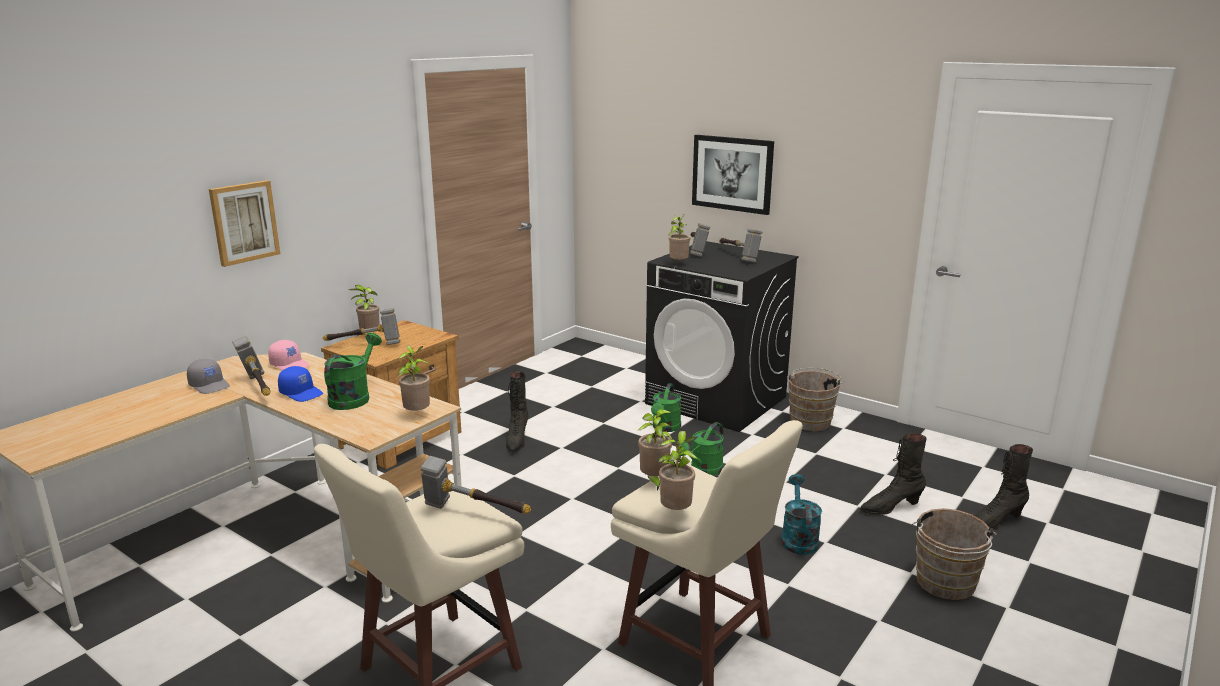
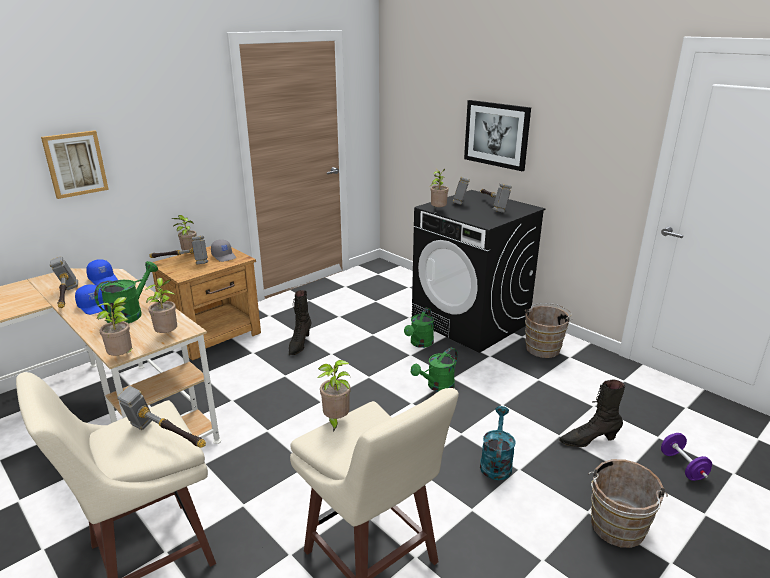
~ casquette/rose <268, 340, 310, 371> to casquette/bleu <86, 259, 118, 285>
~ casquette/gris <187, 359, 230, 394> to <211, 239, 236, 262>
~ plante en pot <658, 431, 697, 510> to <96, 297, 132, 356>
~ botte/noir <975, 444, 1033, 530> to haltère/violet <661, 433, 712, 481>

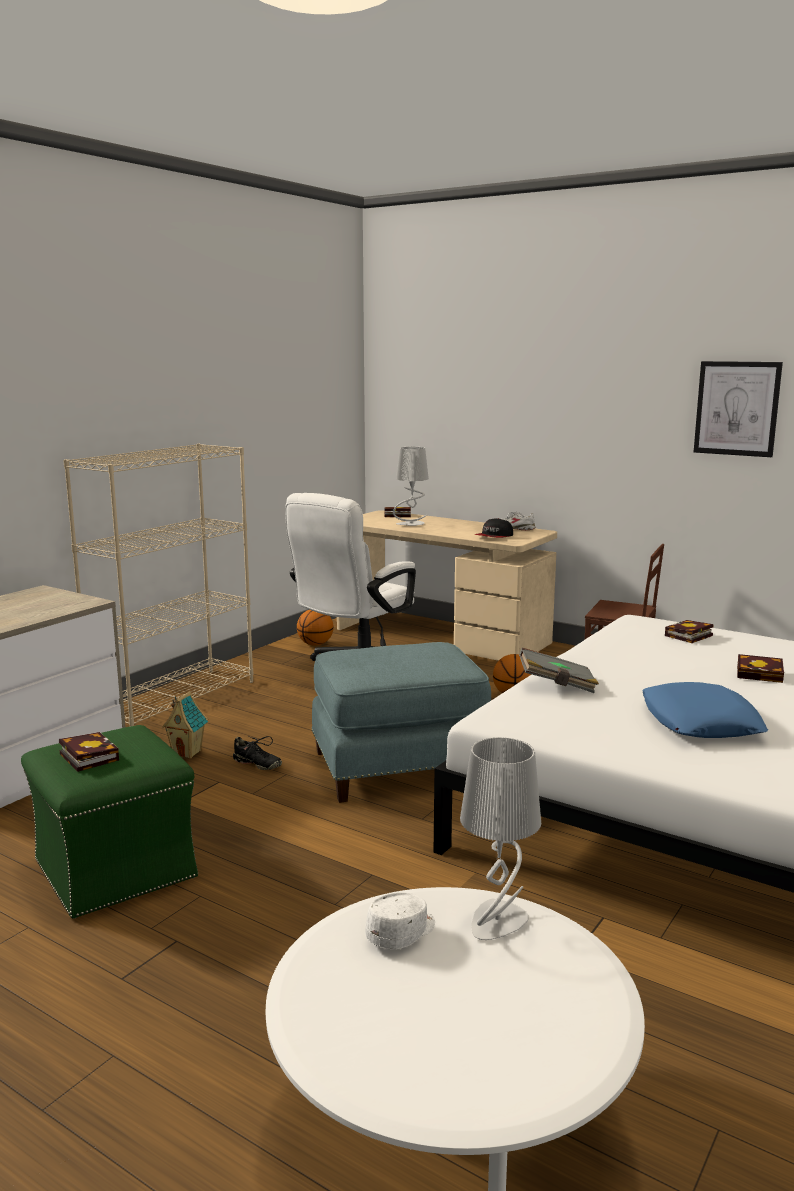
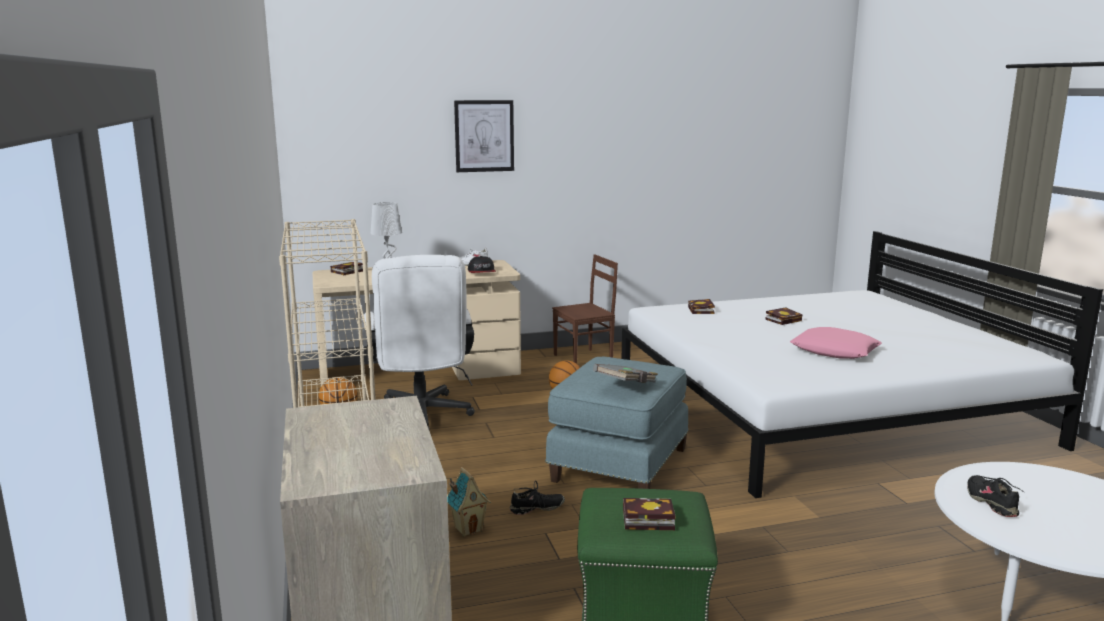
~ tableau <694, 361, 783, 457> to <454, 100, 514, 172>
~ livre/gris <519, 648, 599, 693> to <593, 364, 658, 383>
~ coussin/bleu <642, 682, 768, 738> to coussin/rose <790, 327, 882, 359>
- lampe de table/gris <460, 737, 541, 940>
~ casquette/blanc <365, 892, 435, 949> to chaussure/noir <967, 475, 1025, 517>

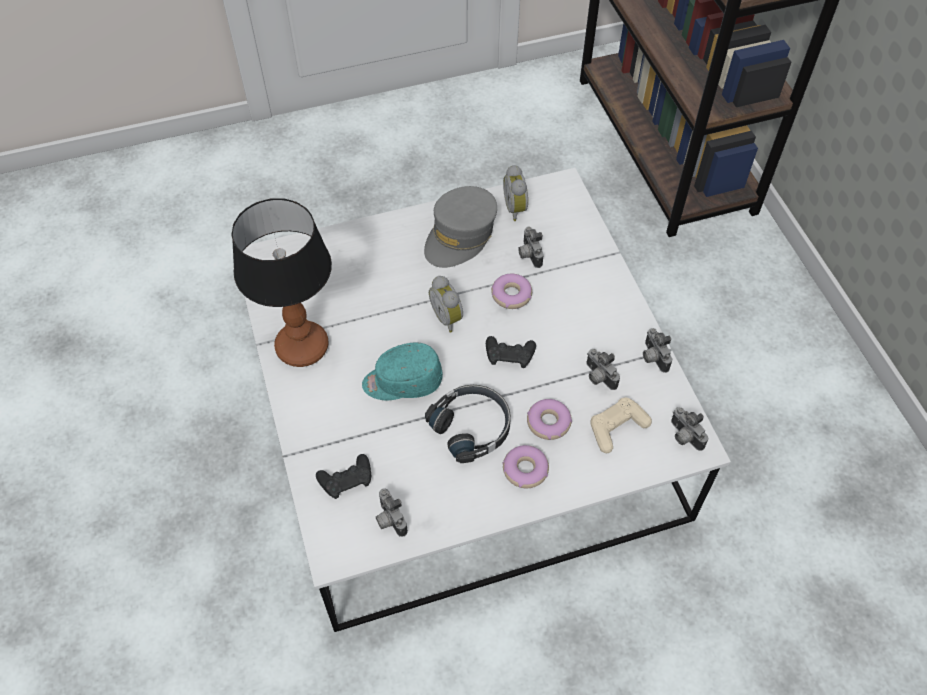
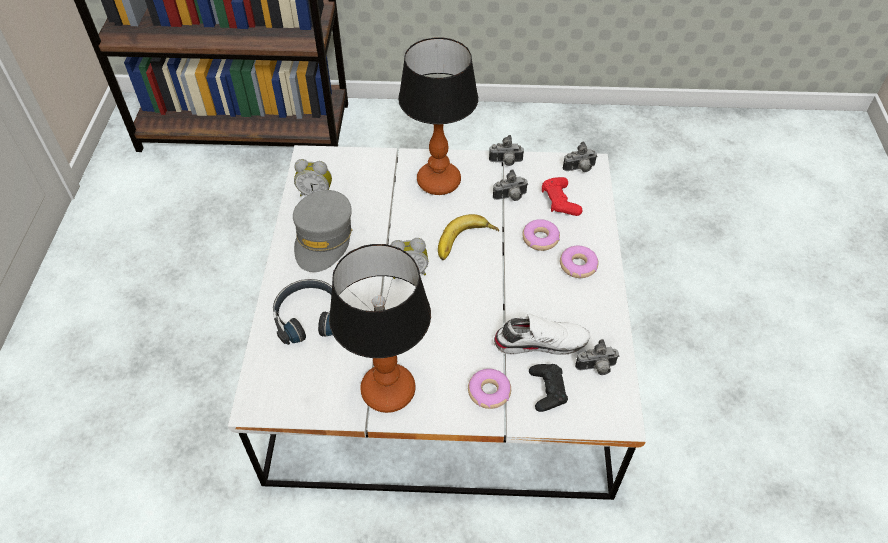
~ casquette/gris <424, 186, 497, 268> = <293, 190, 352, 272> 45 degrees clockwise
- appareil photo <518, 226, 544, 268>
~ beignet <491, 274, 532, 309> to <468, 369, 511, 409>
~ manette/noir <486, 336, 536, 368> to banane <438, 214, 499, 260>
- casquette/turquoise <362, 342, 443, 400>
~ casque audio/noir <425, 385, 511, 463> to <273, 279, 333, 345>
~ manette/beige <590, 397, 652, 453> to manette/rouge <542, 177, 582, 216>
+ lampe de table <398, 37, 478, 195>
+ chaussure/blanc <493, 314, 590, 355>

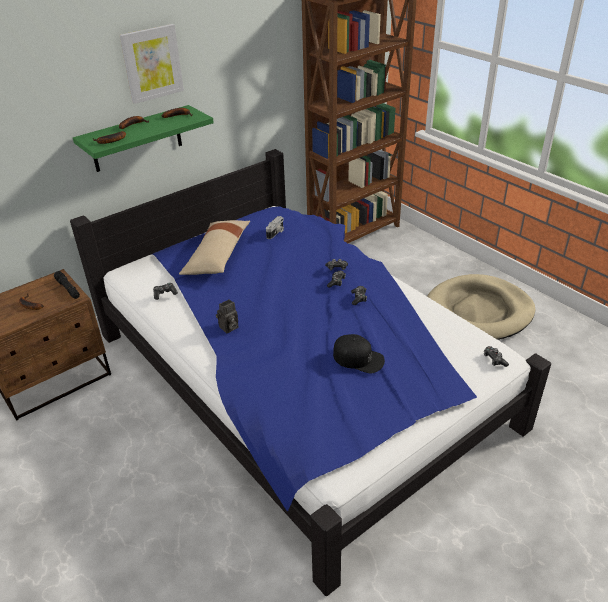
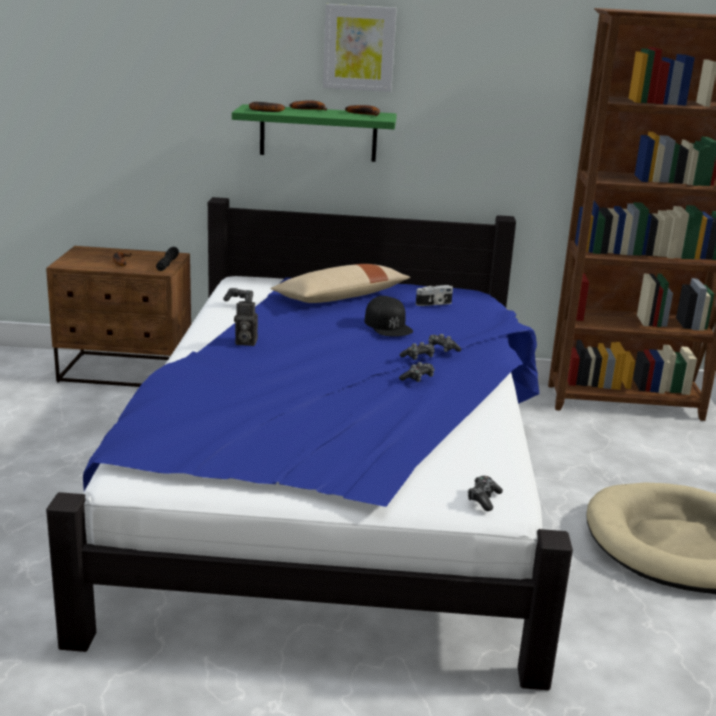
~ casquette/noir <333, 334, 385, 373> to <365, 296, 413, 337>

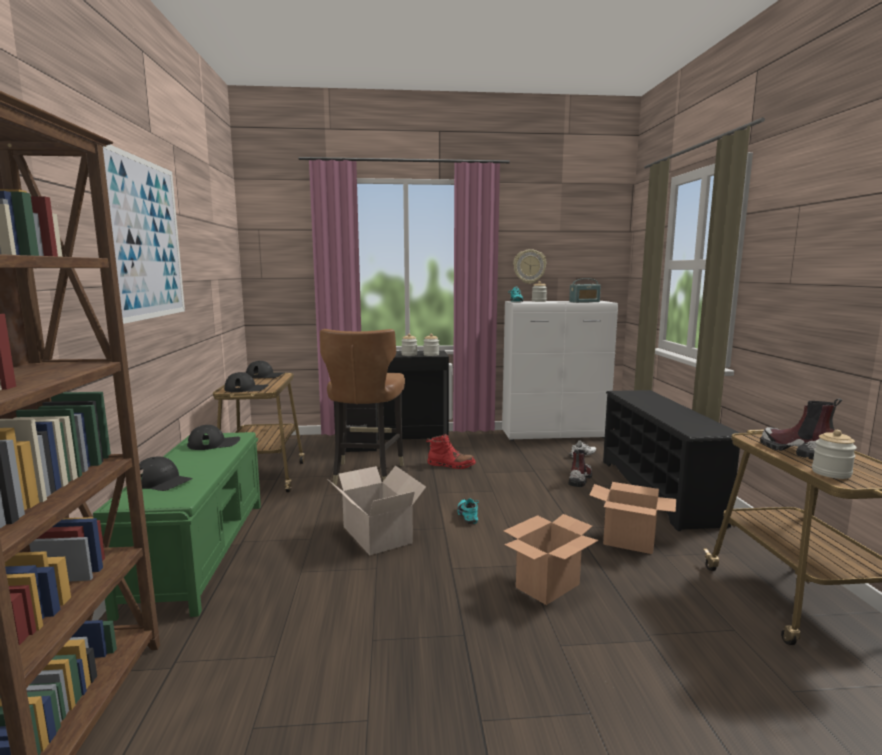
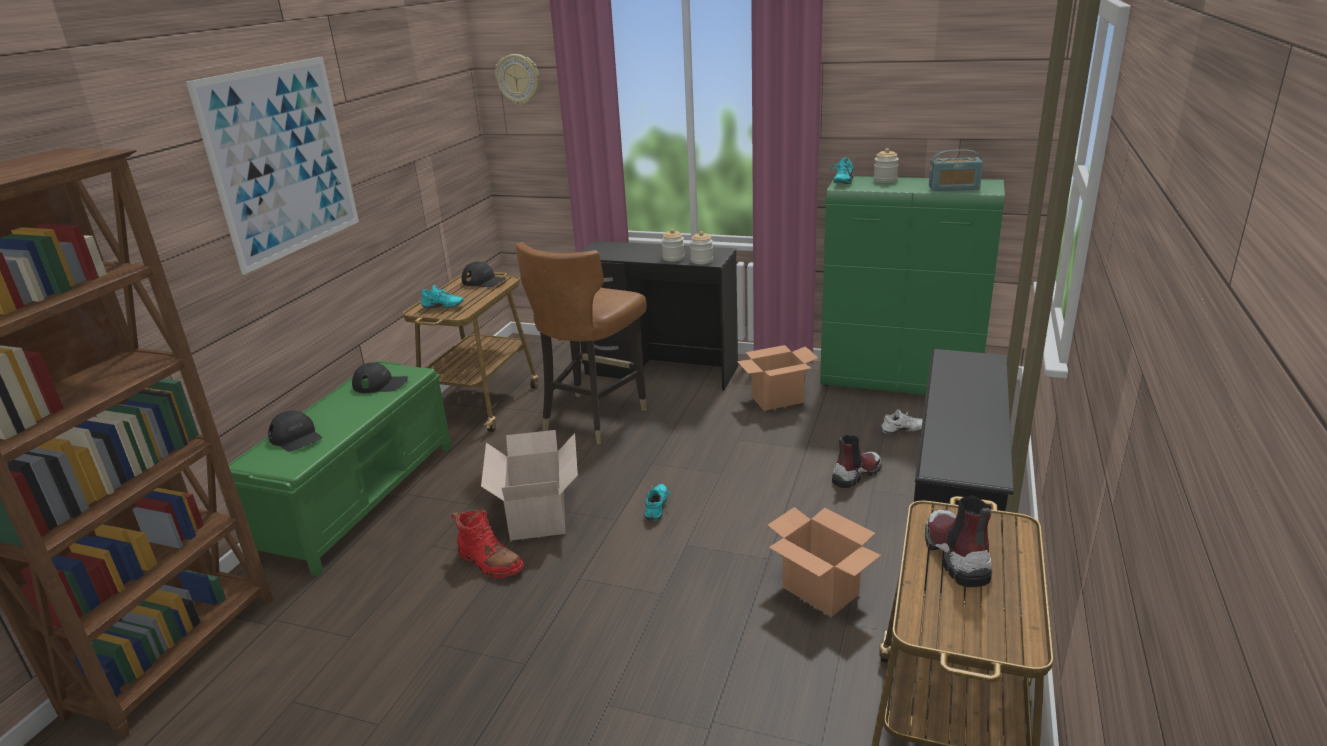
~ horloge murale <513, 249, 547, 284> to <495, 54, 539, 105>
~ meuble de rangement/blanc <502, 301, 618, 441> to meuble de rangement/vert <820, 176, 1005, 395>
~ casquette/noir <224, 372, 268, 392> to chaussure/turquoise <421, 285, 464, 309>
- bocal <812, 430, 857, 479>
~ botte/rouge <426, 433, 476, 469> to <451, 509, 524, 578>
~ carton <504, 514, 599, 605> to <737, 345, 818, 411>

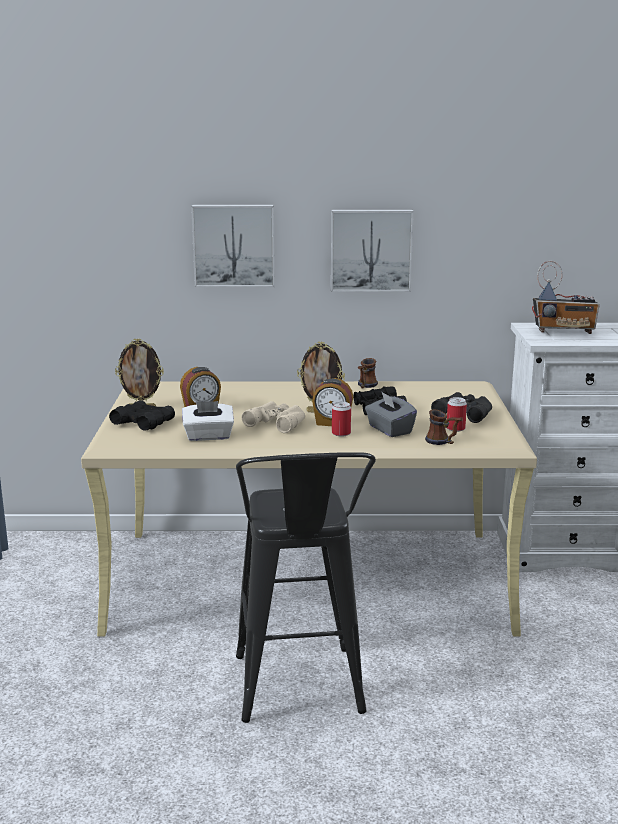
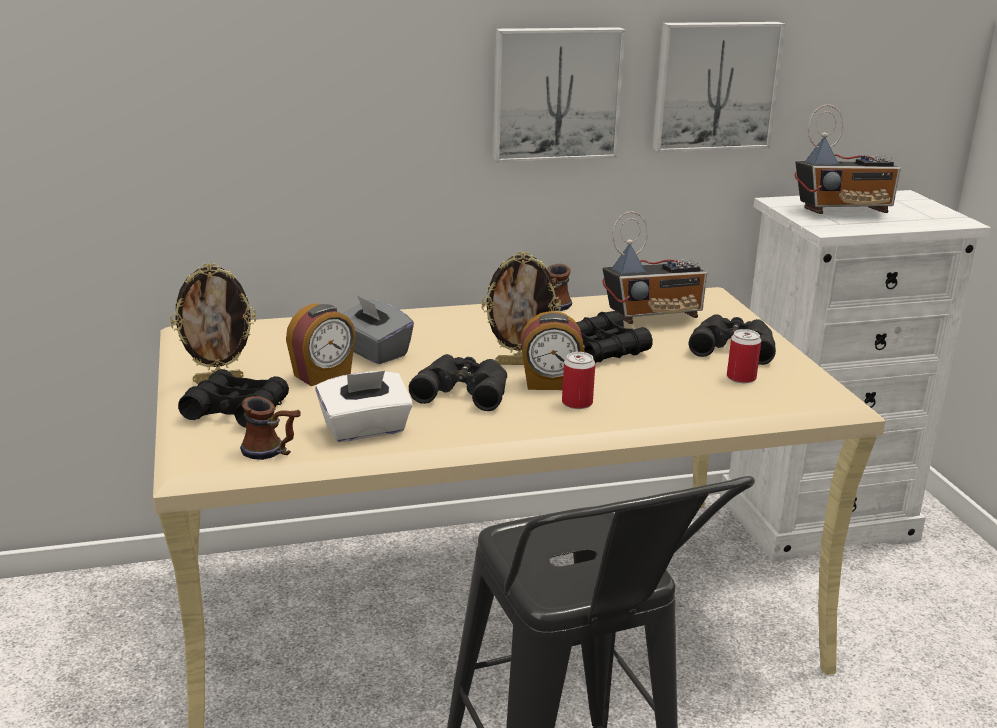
~ tableau <191, 205, 275, 287> to <652, 22, 785, 152>
~ boîte à mouchoirs/gris <365, 391, 417, 437> to <342, 295, 414, 364>
~ jumelles/beige <242, 401, 305, 433> to jumelles/noir <409, 354, 507, 411>
~ mug <425, 409, 462, 445> to <240, 397, 301, 460>
+ radio <602, 211, 707, 324>

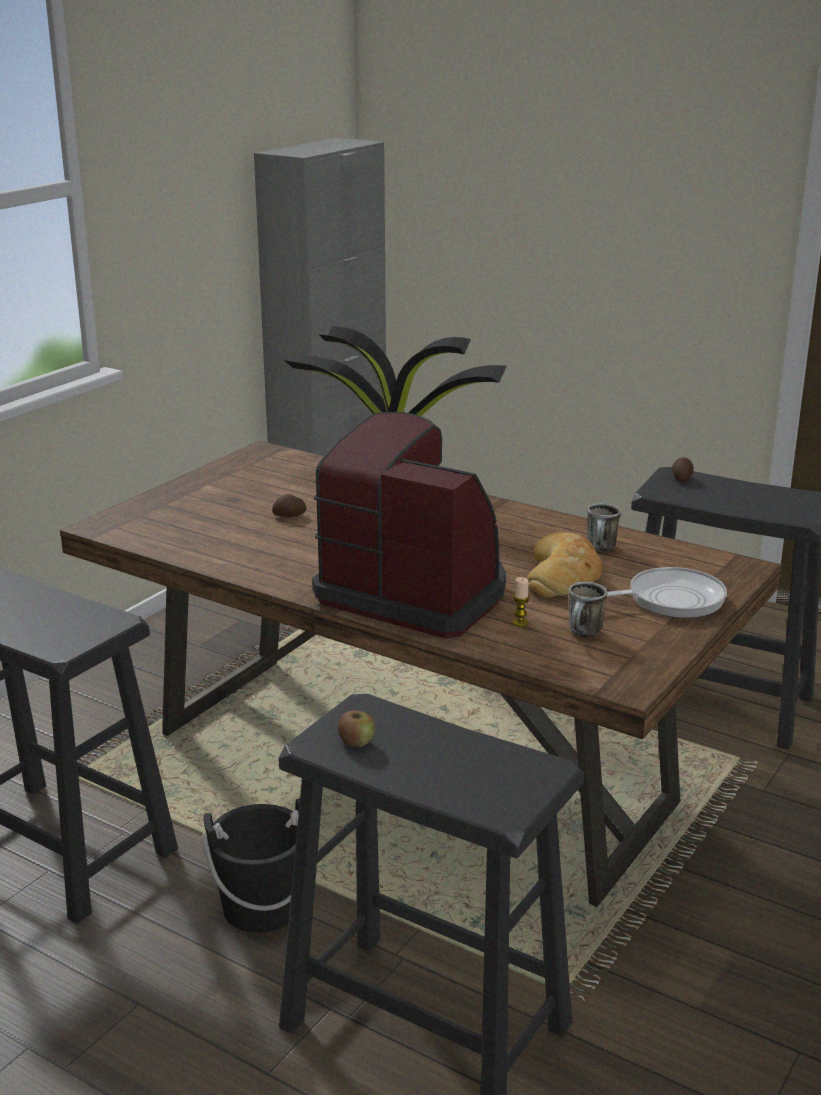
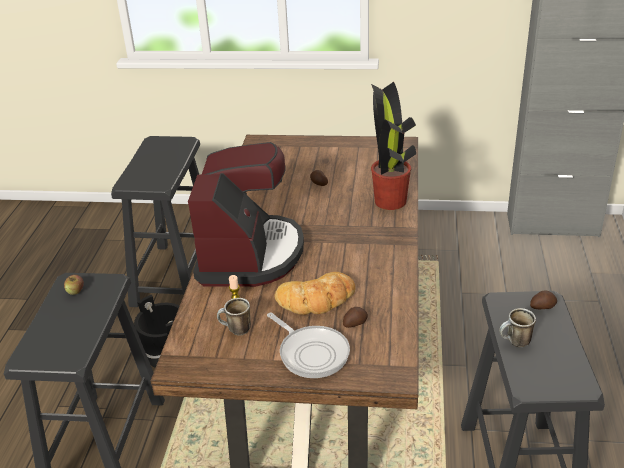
~ mug <587, 503, 621, 551> to <499, 308, 536, 347>
+ pomme de terre <343, 307, 368, 328>

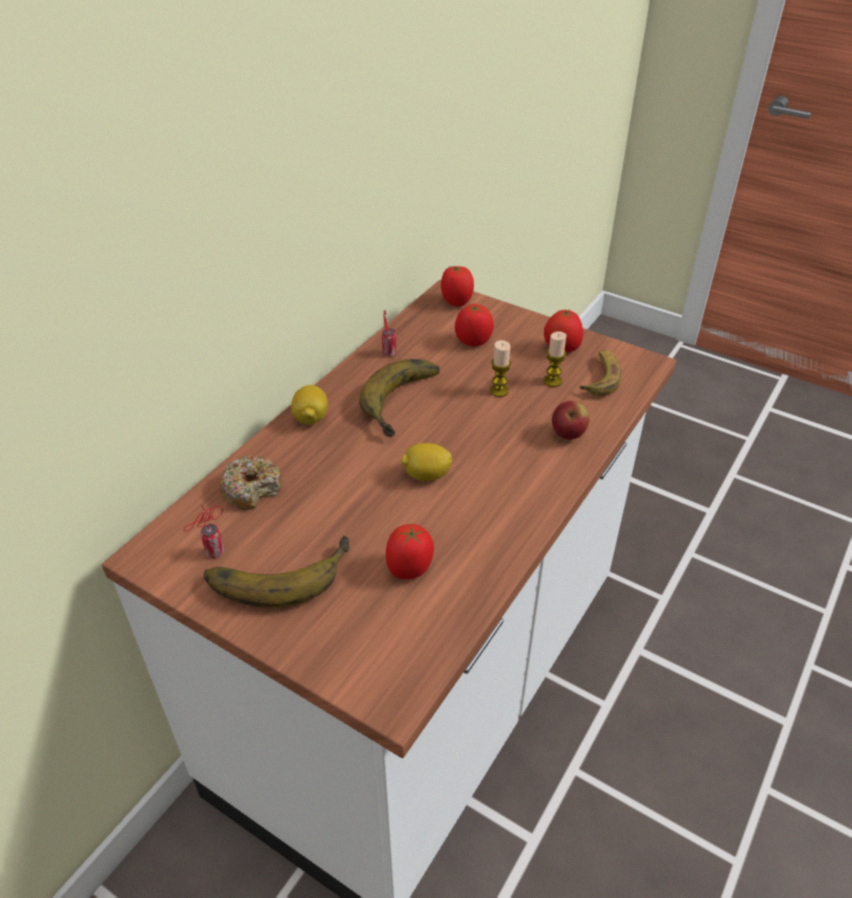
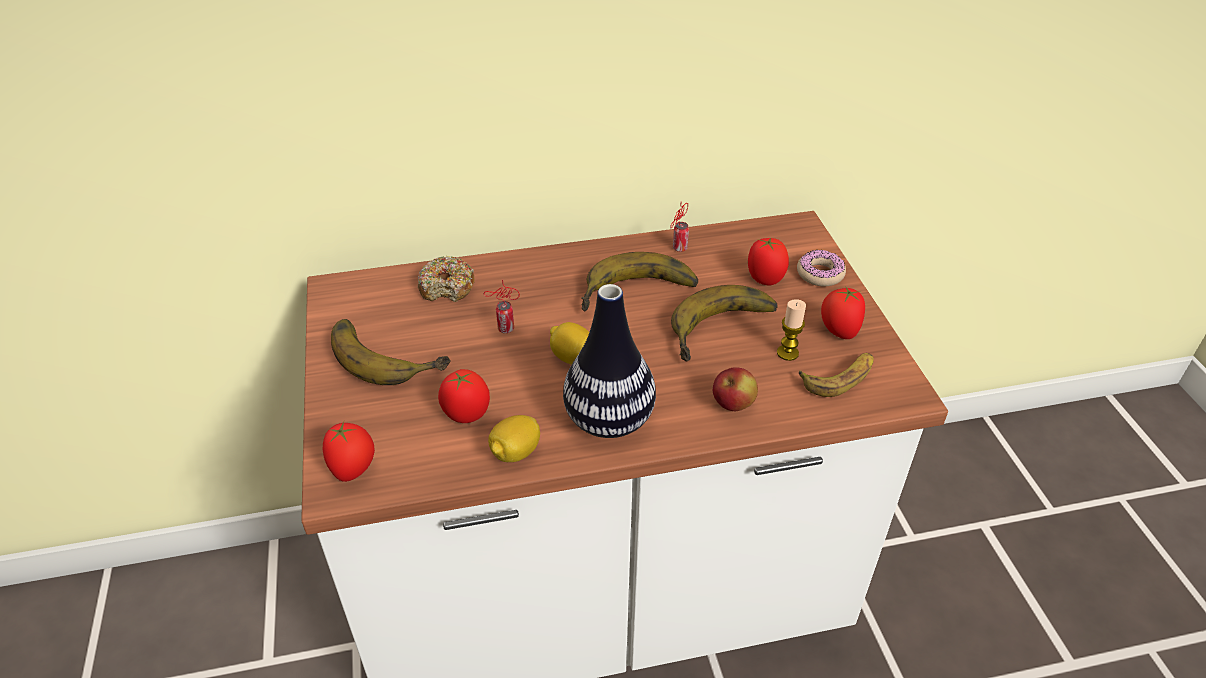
~ tomate <441, 266, 474, 307> to <323, 422, 375, 482>
~ bougie <490, 340, 511, 397> to banane <671, 285, 778, 361>
~ citron <291, 385, 328, 425> to <488, 415, 540, 462>
~ boîte métallique <184, 505, 224, 558> to <484, 279, 520, 333>
+ beignet <797, 250, 846, 286>
+ vase <563, 284, 656, 438>

